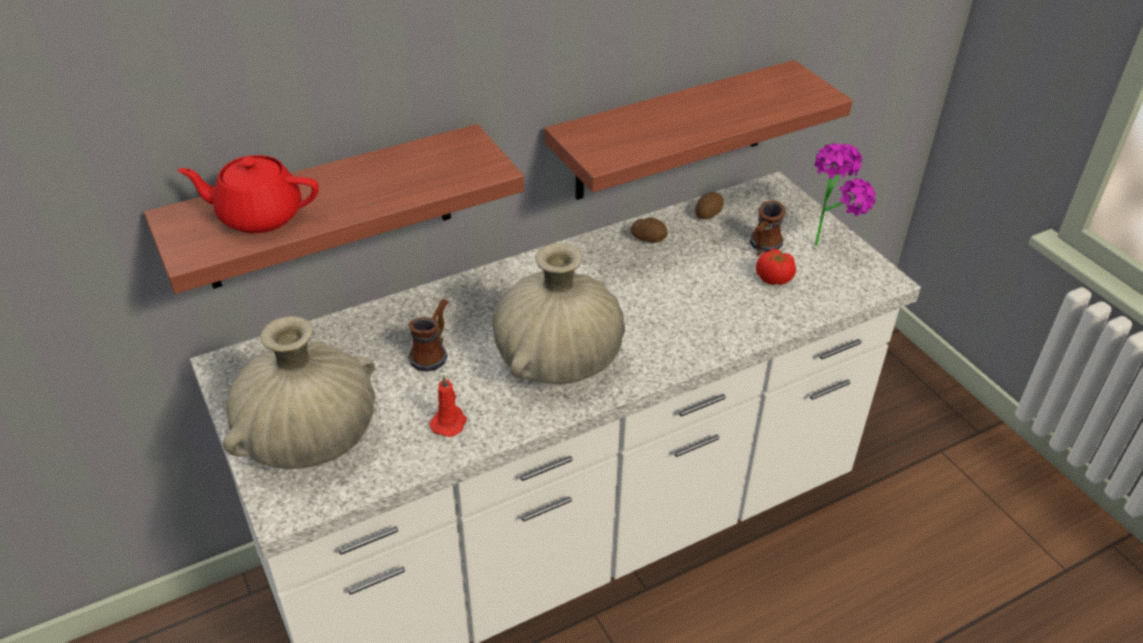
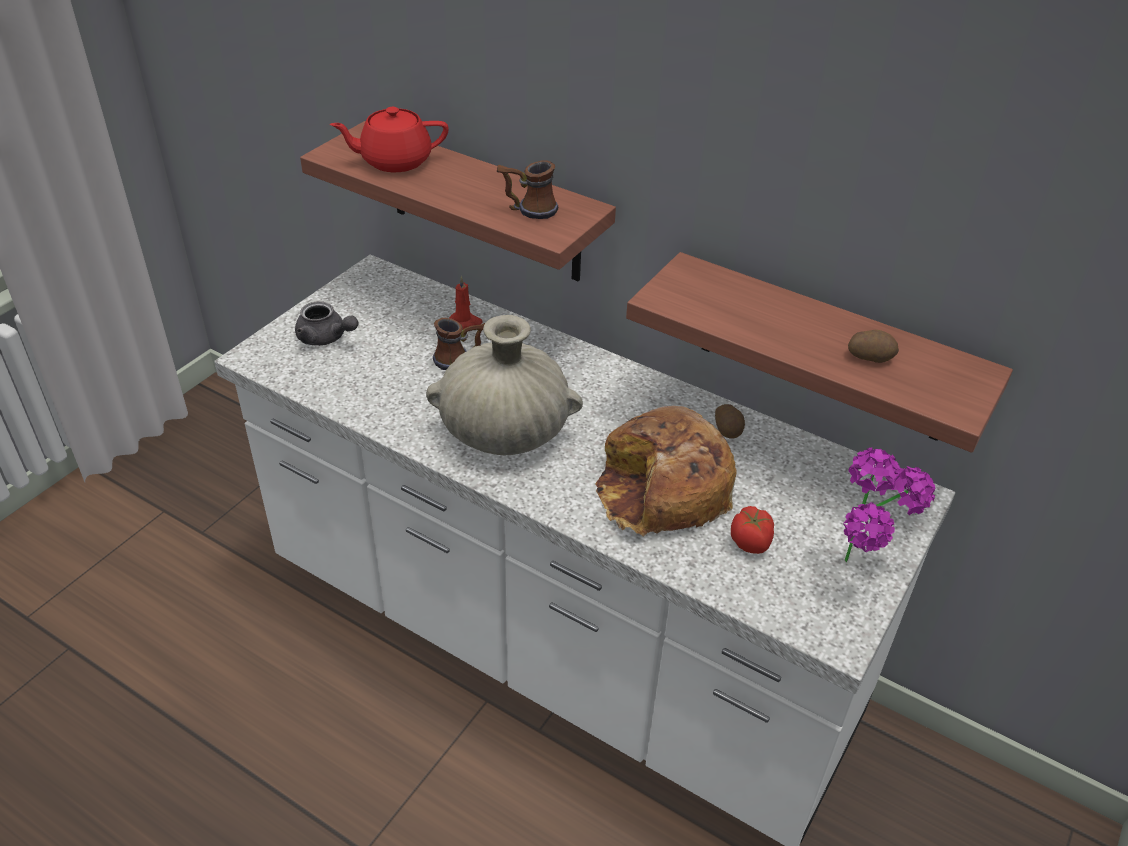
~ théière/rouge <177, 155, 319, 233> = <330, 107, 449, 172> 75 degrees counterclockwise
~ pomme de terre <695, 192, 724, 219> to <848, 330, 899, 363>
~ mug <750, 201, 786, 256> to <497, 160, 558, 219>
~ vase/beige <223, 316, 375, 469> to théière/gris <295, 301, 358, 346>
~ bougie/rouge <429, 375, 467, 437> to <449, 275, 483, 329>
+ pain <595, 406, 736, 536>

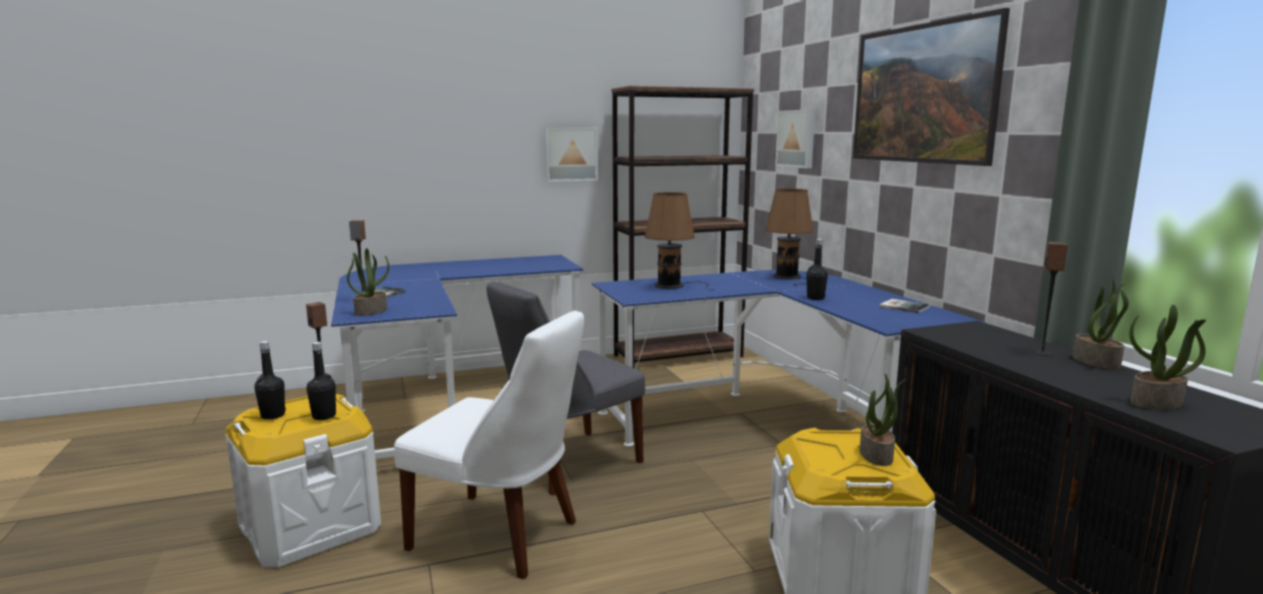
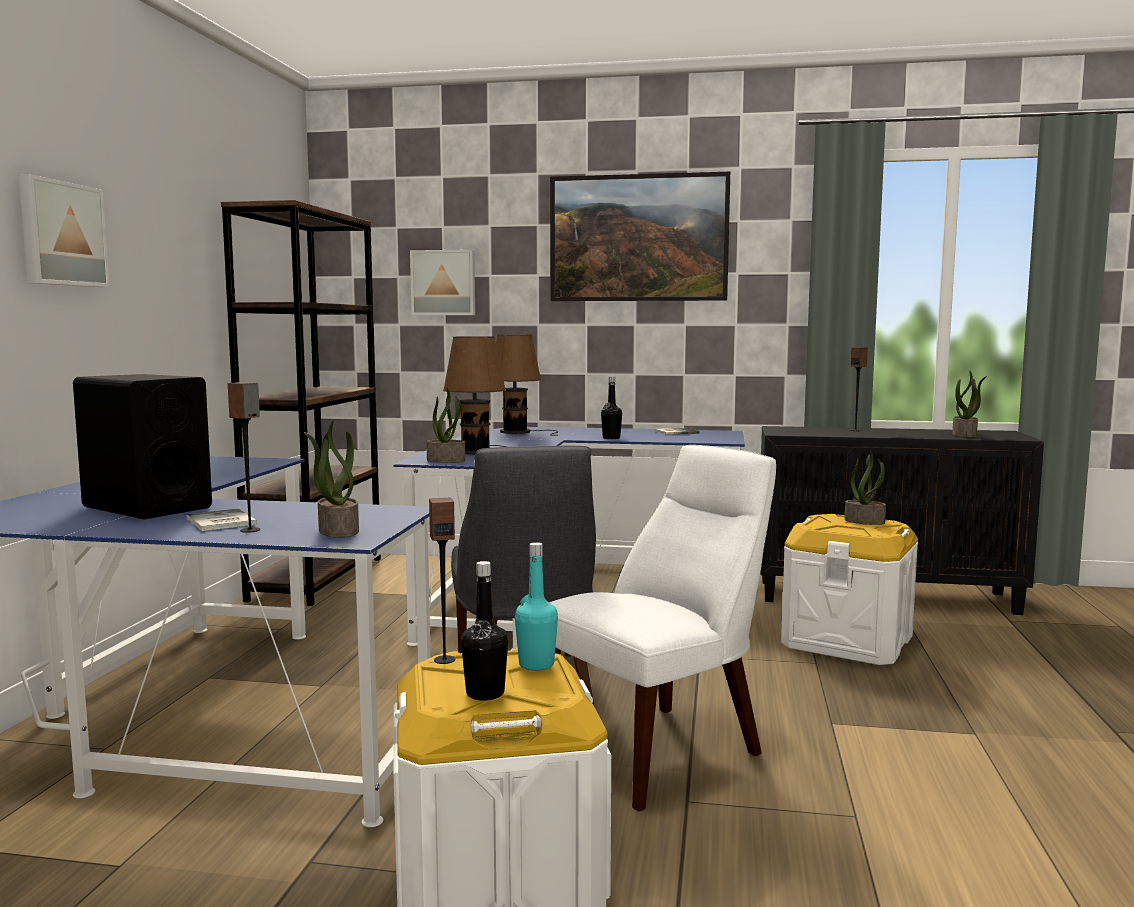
~ tableau <545, 128, 598, 182> to <19, 174, 110, 287>
~ plante en pot <1073, 278, 1129, 370> to <427, 388, 465, 463>
~ bouteille/noir <306, 342, 336, 420> to bouteille/turquoise <515, 542, 558, 671>
+ enceinte/noir <73, 374, 212, 520>

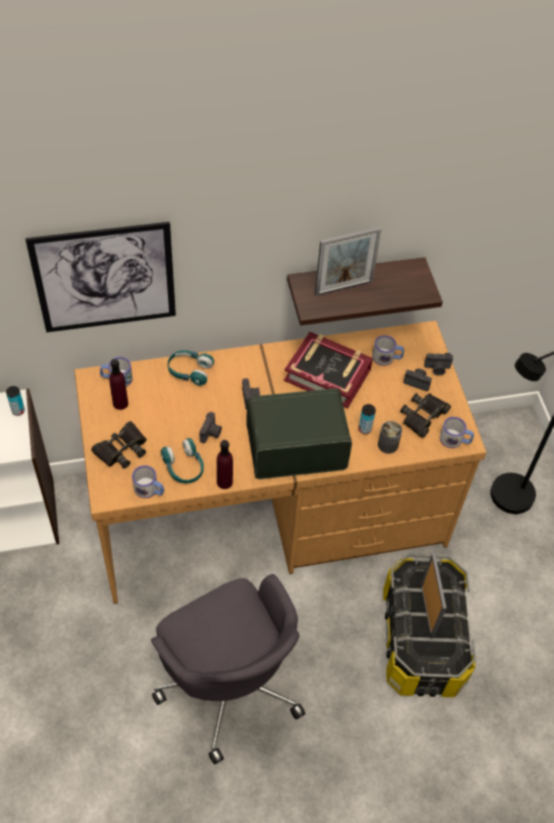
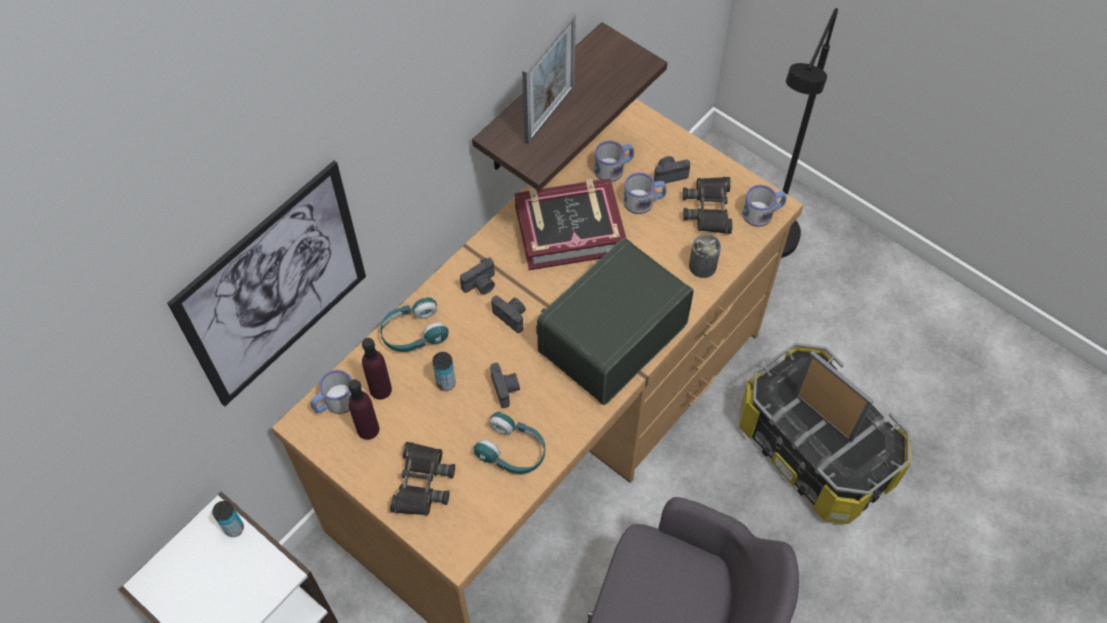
~ appareil photo <424, 353, 453, 376> to <460, 258, 495, 295>
~ boîte métallique <358, 404, 376, 434> to <432, 352, 456, 391>
~ bouteille/violet <217, 440, 233, 489> to <362, 338, 392, 400>
~ mug <132, 465, 164, 498> to <624, 172, 666, 214>

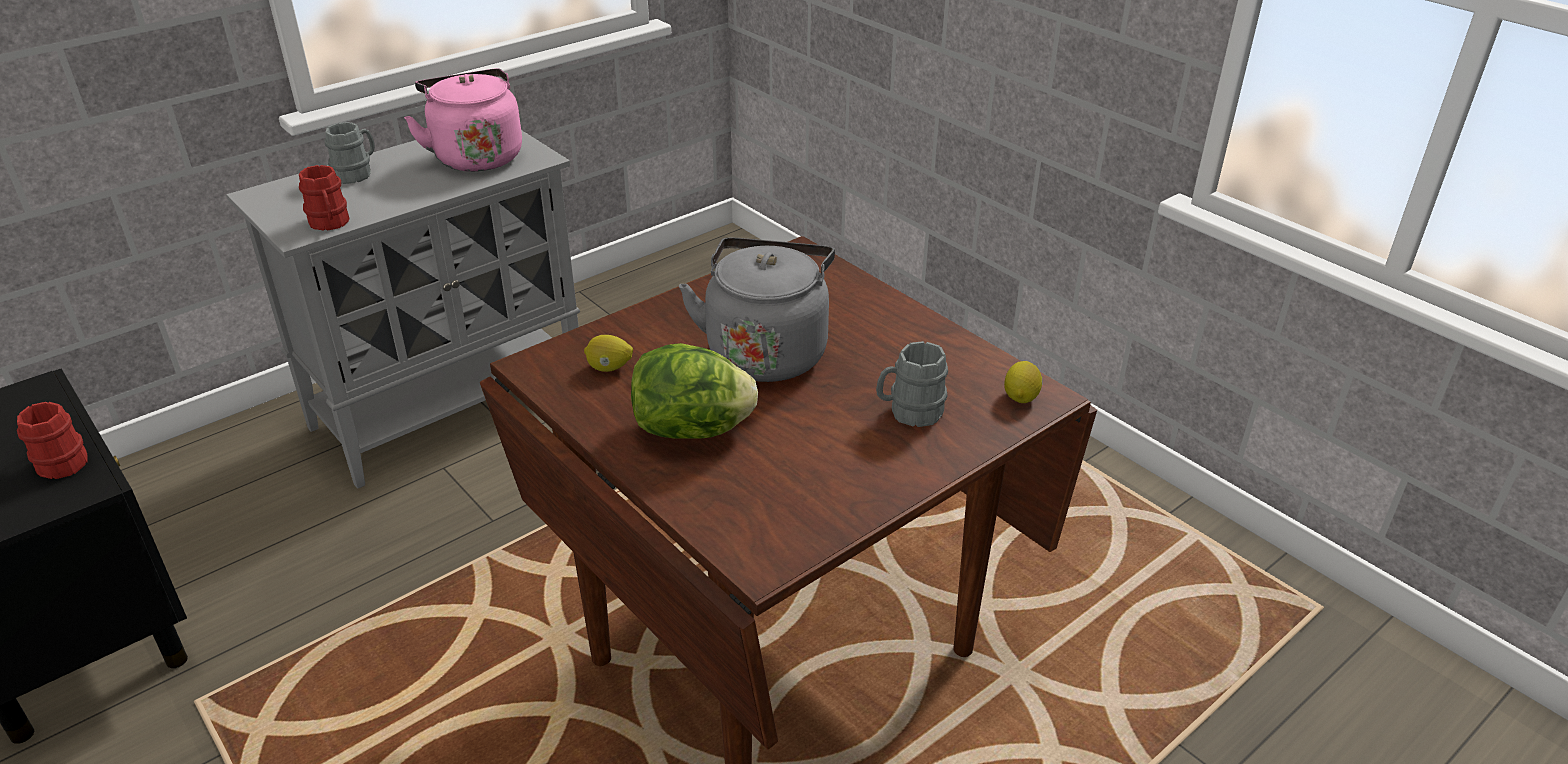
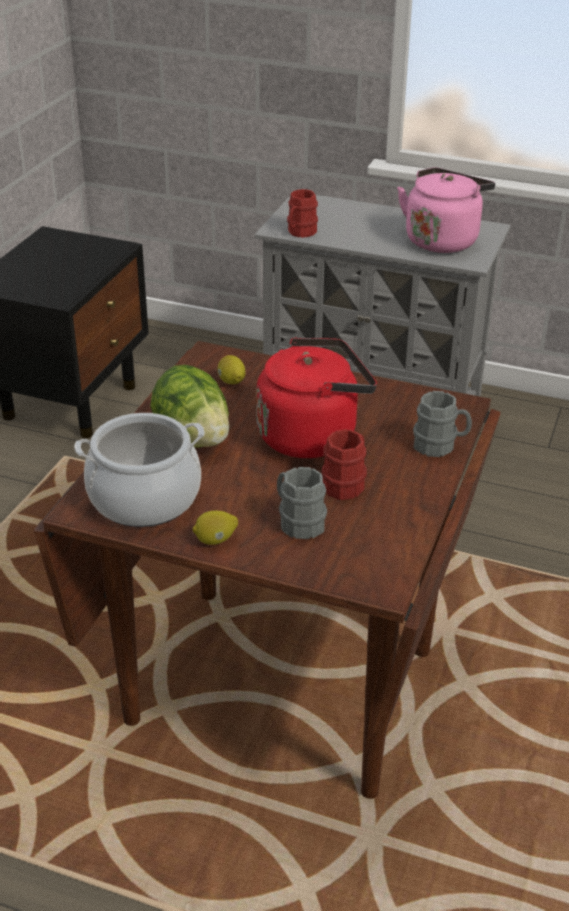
~ mug/gris <324, 122, 375, 184> to <413, 391, 472, 457>
~ bouilloire/gris <679, 237, 835, 382> to bouilloire/rouge <256, 338, 377, 458>
~ citron <1004, 361, 1043, 403> to <192, 511, 238, 545>
~ mug/rouge <17, 402, 87, 479> to <322, 429, 367, 500>
+ marmite <74, 413, 205, 527>

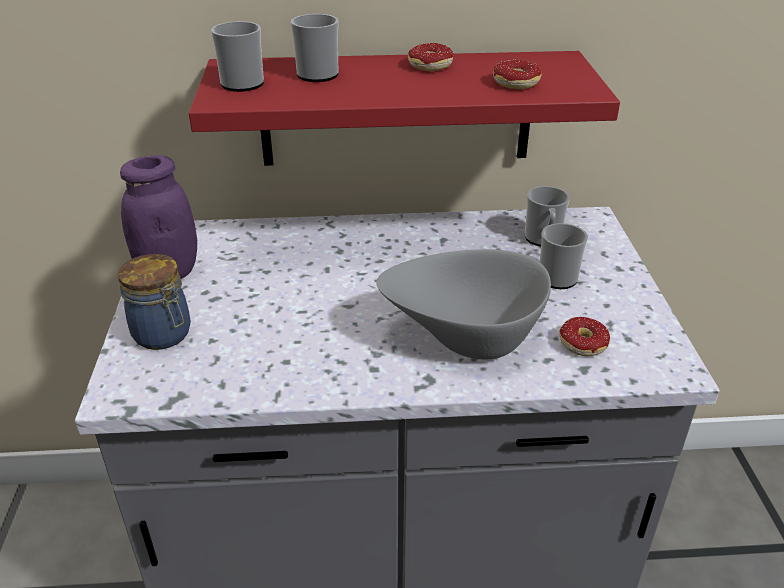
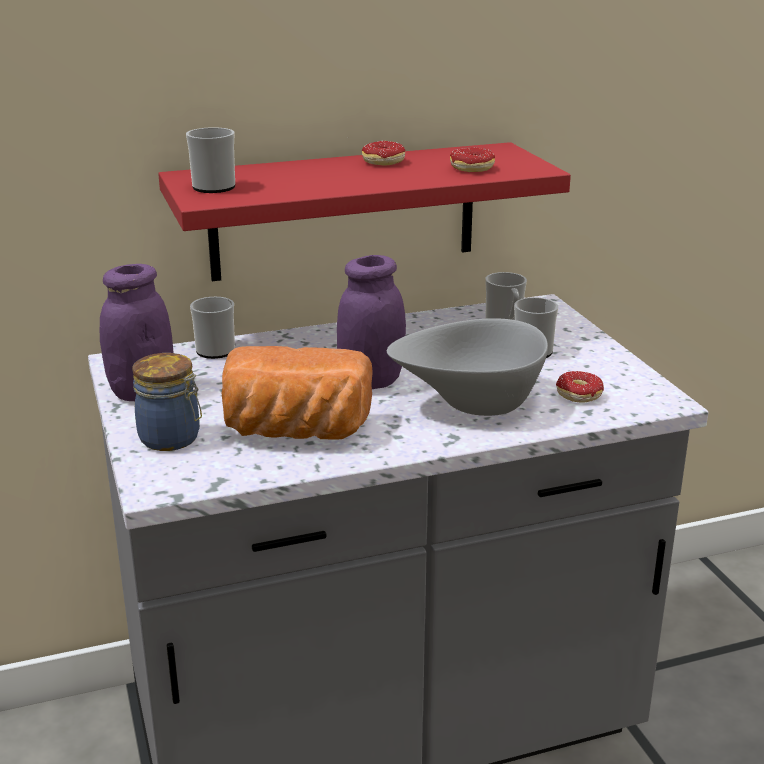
~ mug <291, 14, 339, 82> to <190, 297, 235, 359>
+ bocal/violet <337, 255, 406, 389>
+ pain <222, 346, 373, 440>

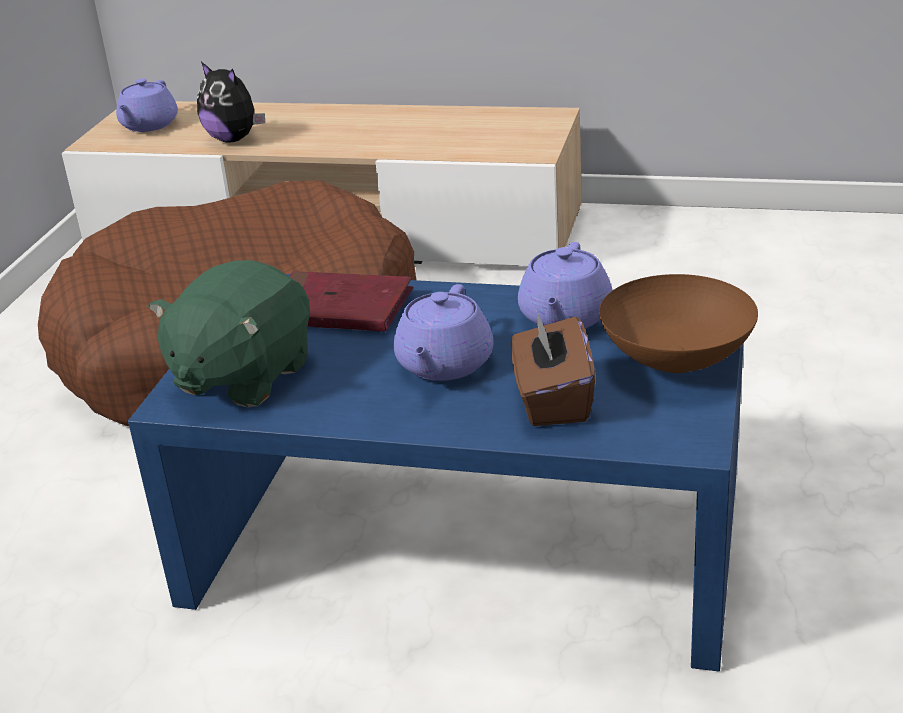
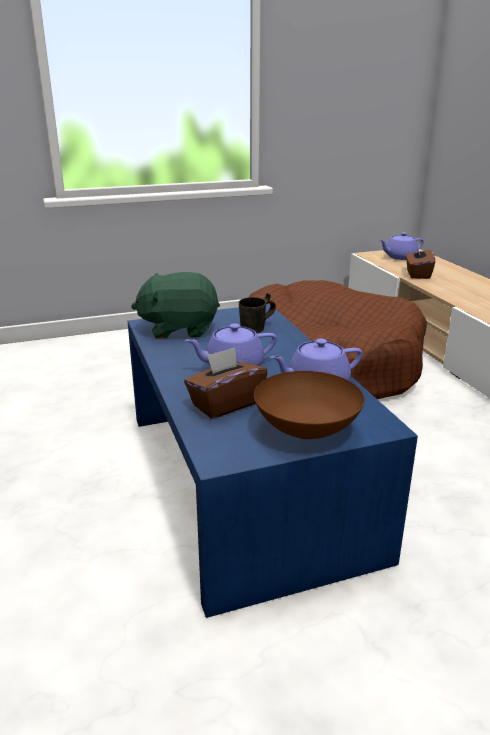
~ peluche <197, 62, 265, 142> to boîte à mouchoirs/marron <406, 244, 435, 279>
~ livre/rouge <289, 271, 413, 332> to mug/gris <239, 293, 276, 333>

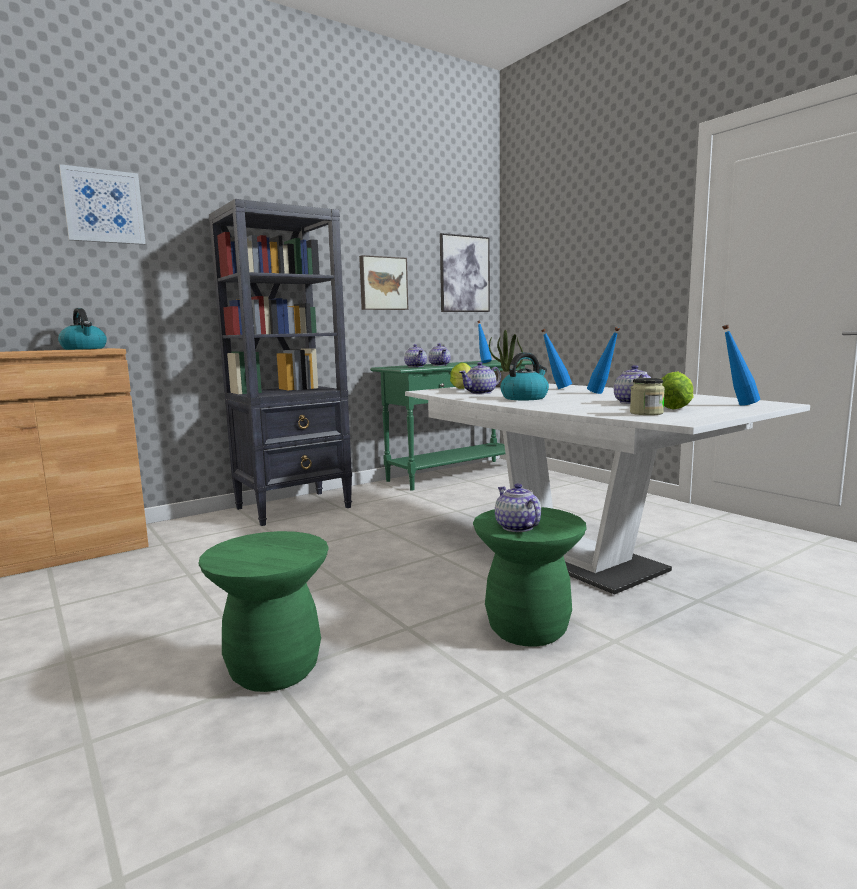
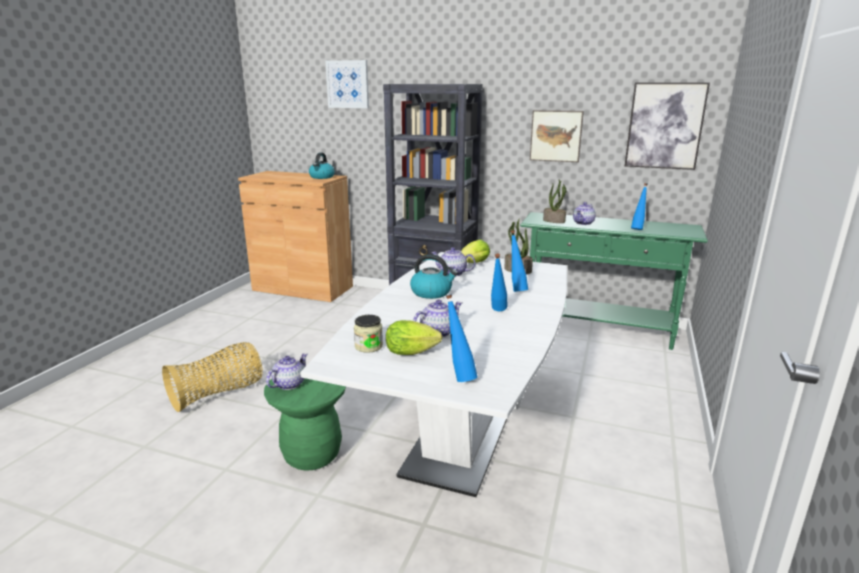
~ théière <404, 344, 427, 367> to plante en pot <543, 179, 566, 223>
~ tabouret/vert <199, 531, 329, 692> to panier <162, 342, 263, 412>

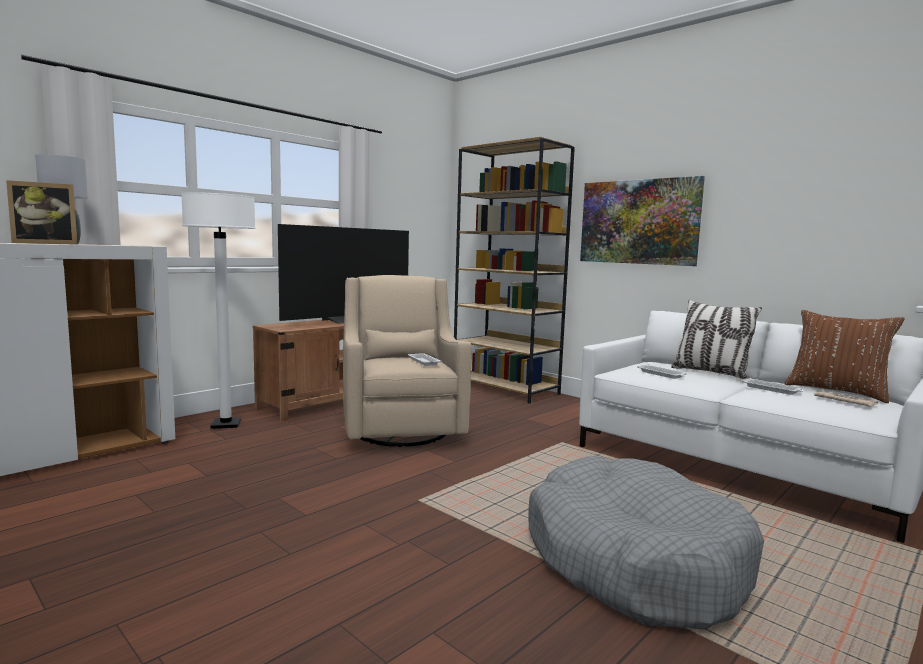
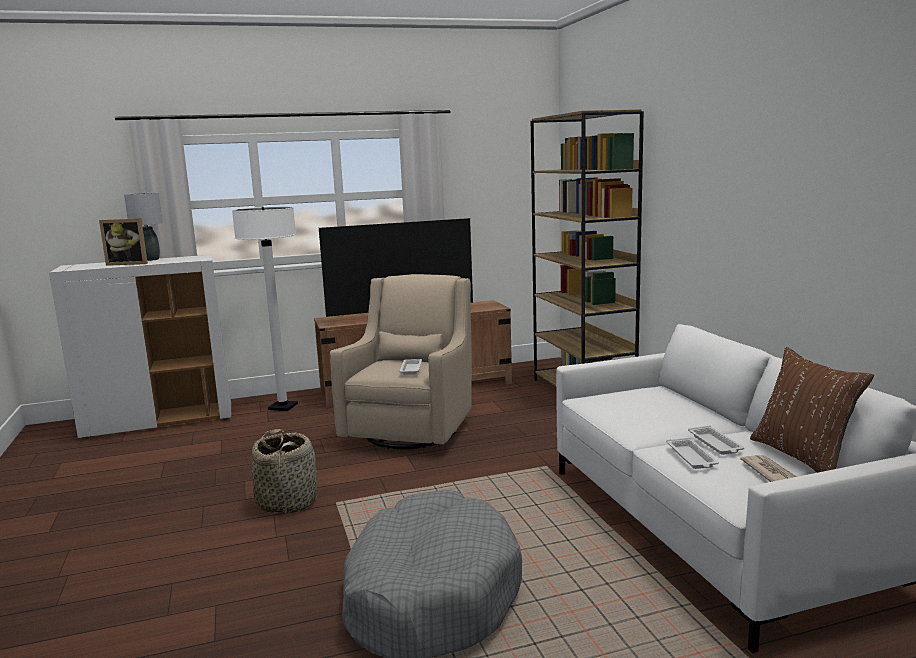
- tableau <580, 176, 705, 266>
- coussin <671, 300, 762, 379>
~ plateau/blanc <637, 364, 687, 379> to <666, 438, 719, 469>
+ panier <251, 429, 317, 514>

